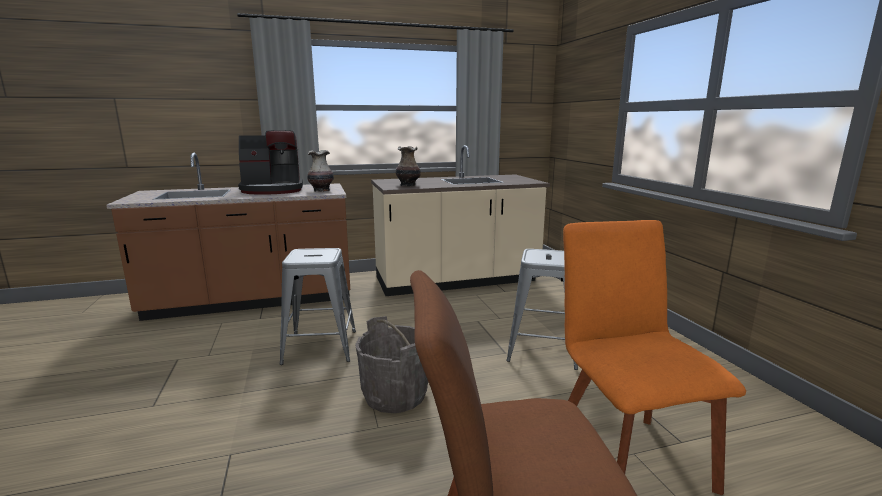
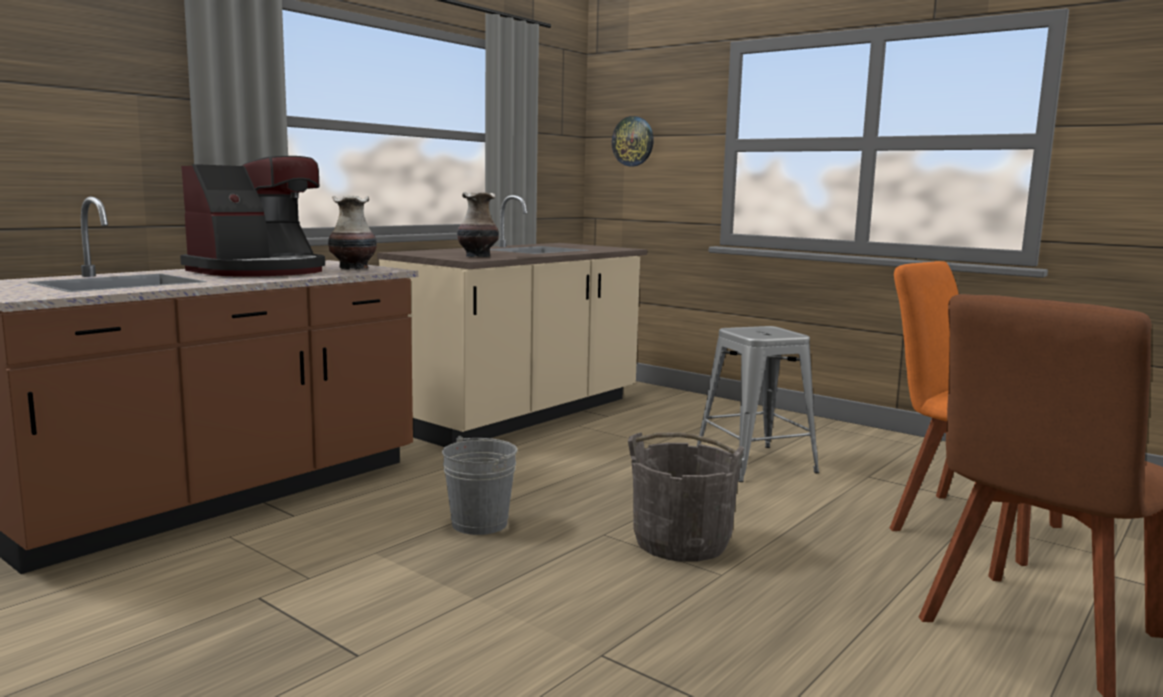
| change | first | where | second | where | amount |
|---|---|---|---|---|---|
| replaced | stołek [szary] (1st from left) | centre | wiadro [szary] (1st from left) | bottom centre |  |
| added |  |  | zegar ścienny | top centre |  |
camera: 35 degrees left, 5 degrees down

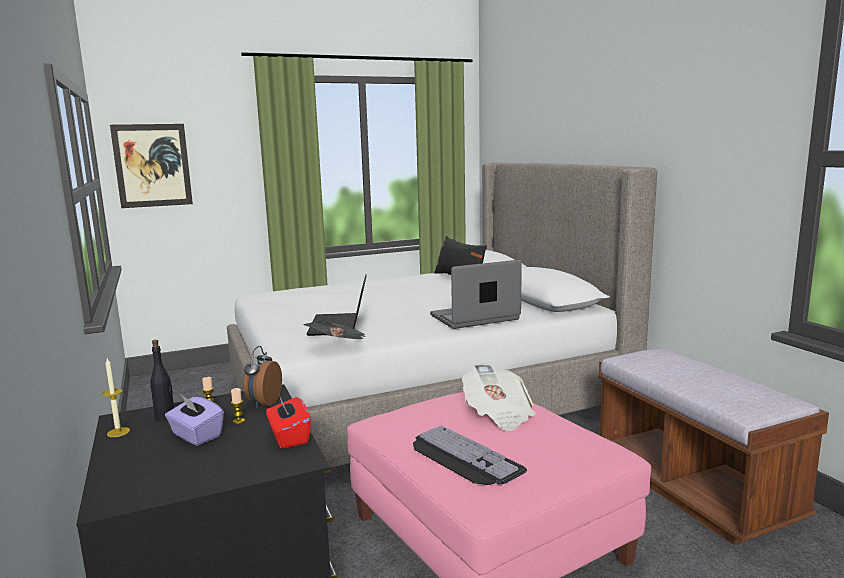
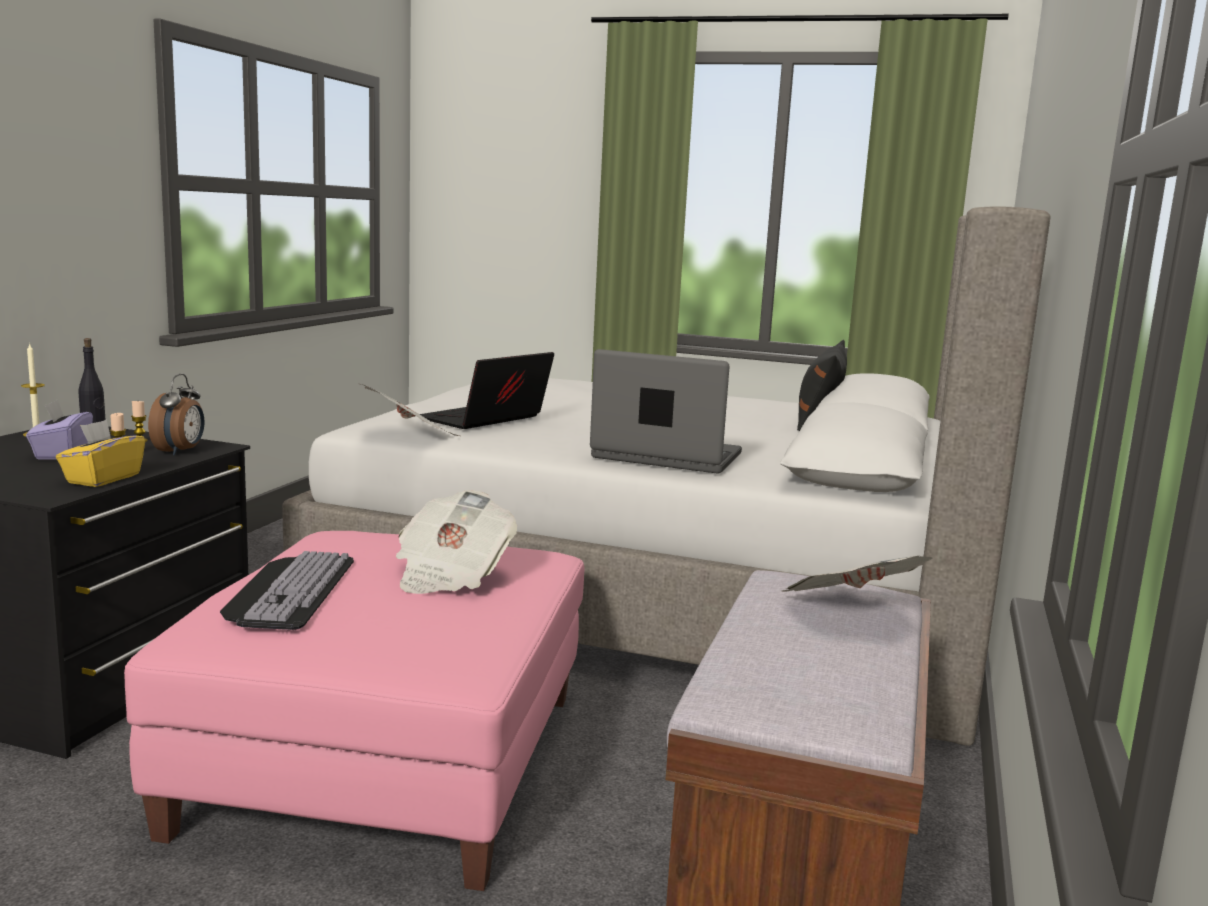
| change | first | where | second | where | amount |
|---|---|---|---|---|---|
| removed | obraz | top left |  |  |  |
| turned | budzik | middle left |  | middle left | 135 degrees clockwise |
| recoloured | pudełko chusteczek [czerwony] | bottom centre | pudełko chusteczek [żółty] | middle left |  |
| added |  |  | gazeta (3rd from left) | middle right |  |
camera: 40 degrees right, 0 degrees up

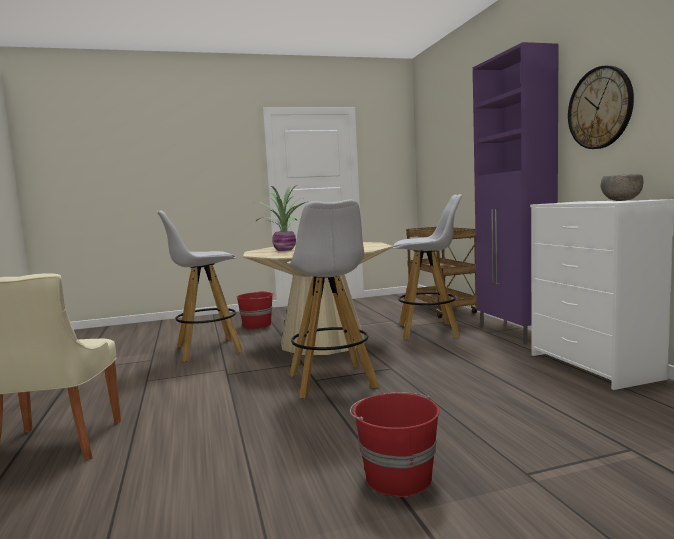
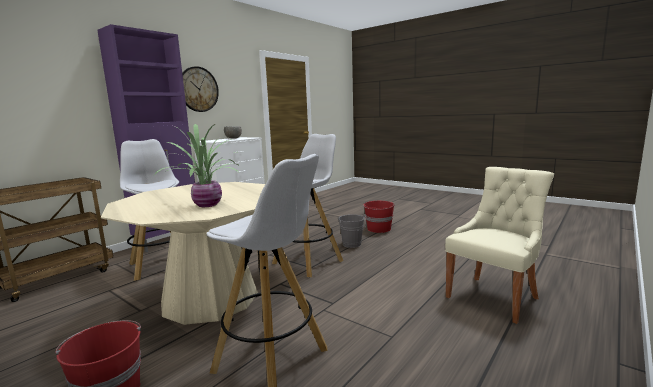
| change | first | where | second | where | amount |
|---|---|---|---|---|---|
| added |  |  | wiadro [szary] | centre |  |
camera: 125 degrees left, 5 degrees up

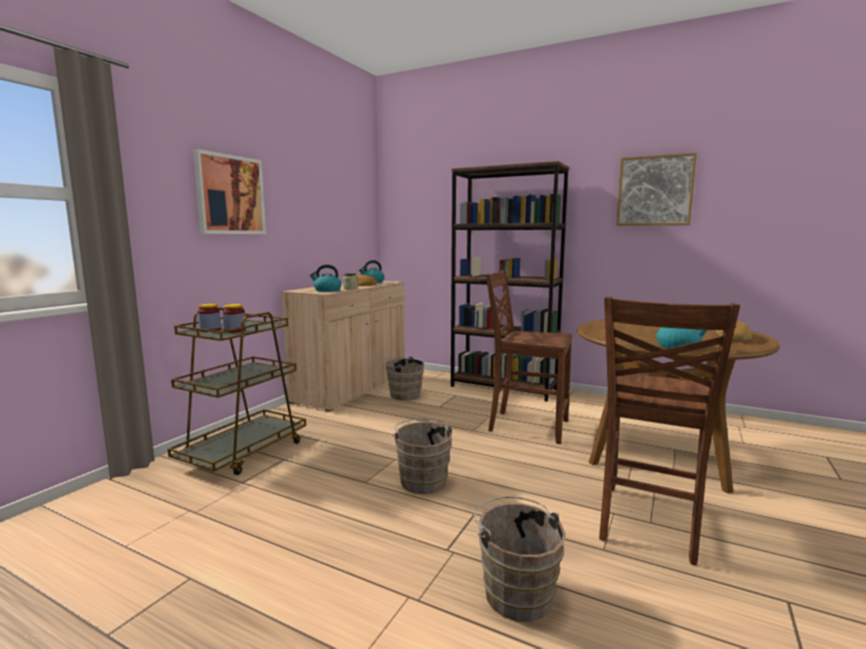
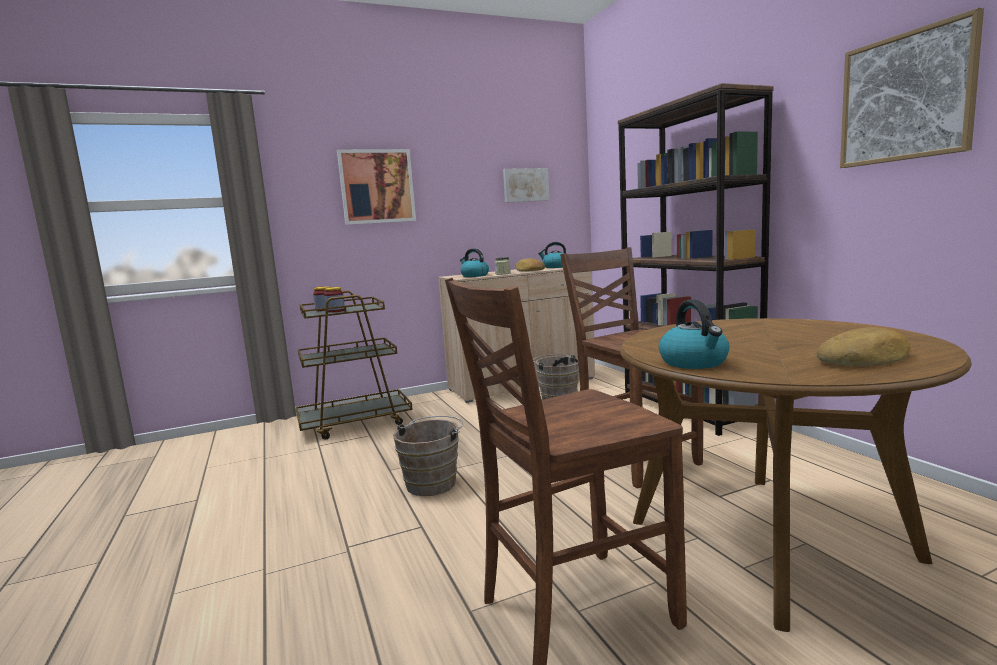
| change | first | where | second | where | amount |
|---|---|---|---|---|---|
| removed | wiadro [brązowy] (3rd from left) | bottom centre |  |  |  |
| added |  |  | obraz (2nd from left) | top centre |  |
camera: 40 degrees right, 0 degrees up

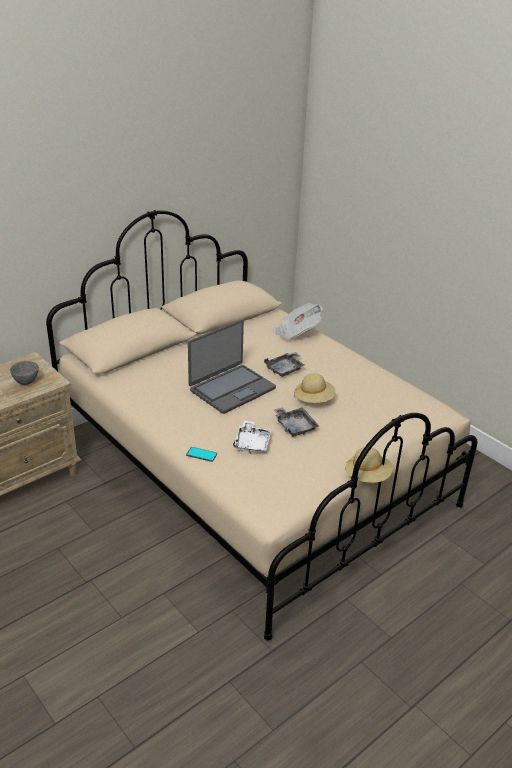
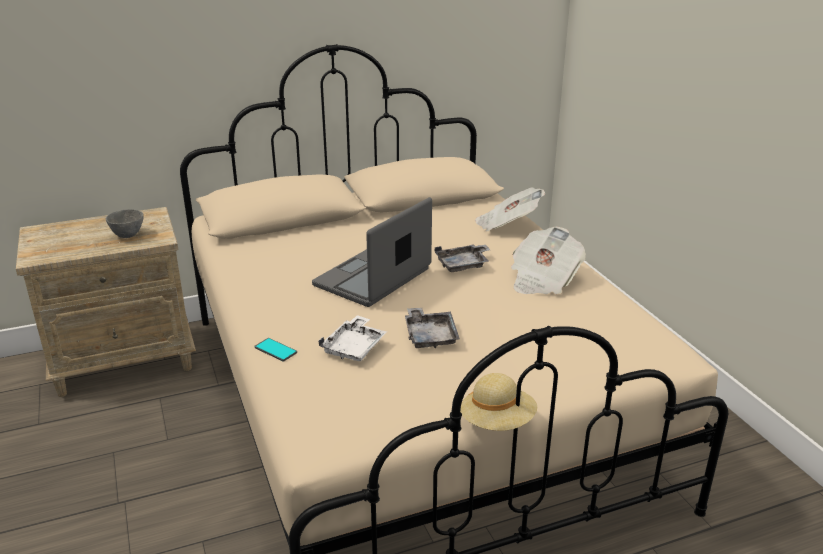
| change | first | where | second | where | amount |
|---|---|---|---|---|---|
| turned | laptop | centre |  | centre | 150 degrees clockwise |
| removed | kapelusz [beżowy] (1st from left) | centre |  |  |  |
| added |  |  | gazeta (2nd from left) | centre |  |
camera: 20 degrees right, 5 degrees down

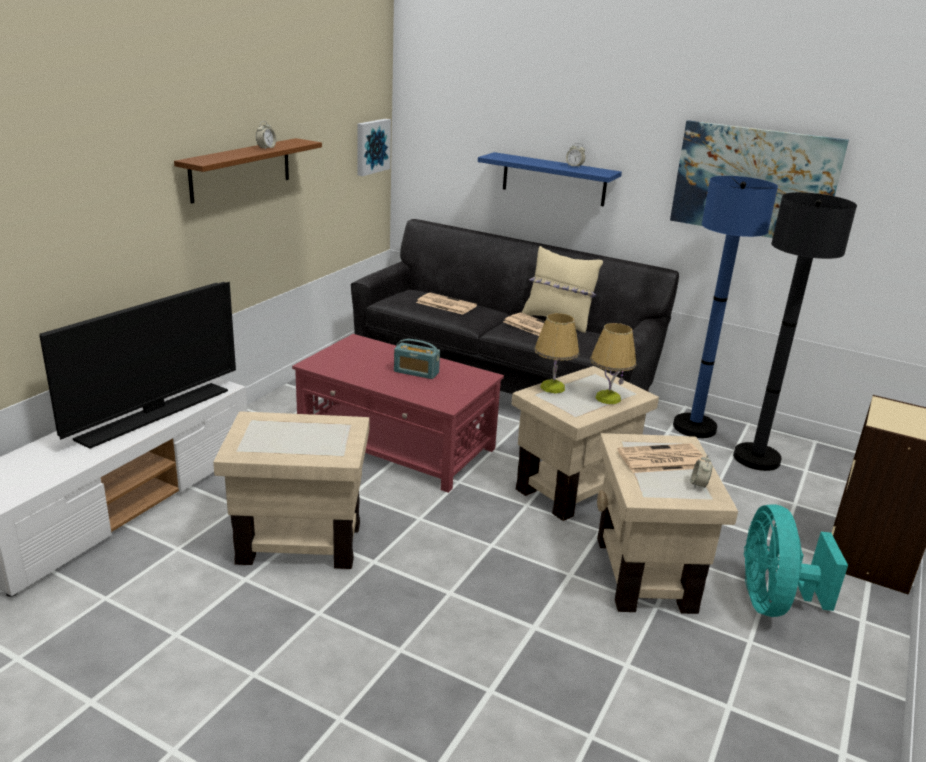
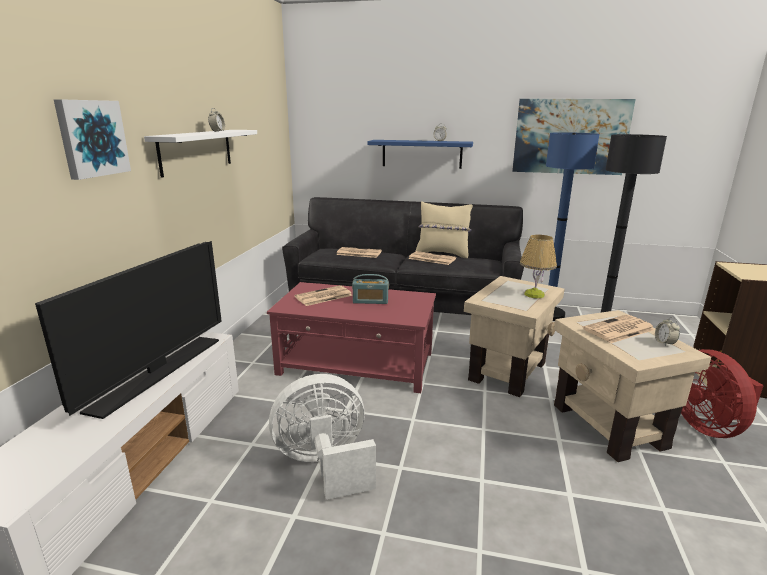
| change | first | where | second | where | amount |
|---|---|---|---|---|---|
| recoloured | półka [brązowy] | top left | półka [biały] | top left |  |
| replaced | stolik [beżowy] (1st from left) | middle left | wentylator [biały] | bottom centre |  |
| moved | obraz (1st from left) | top centre |  | top left |  |
| removed | lampa stołowa (1st from left) | centre |  |  |  |
| recoloured | wentylator [turkusowy] | bottom right | wentylator [czerwony] | bottom right |  |
| added |  |  | gazeta (1st from left) | centre |  |
camera: 15 degrees left, 5 degrees down

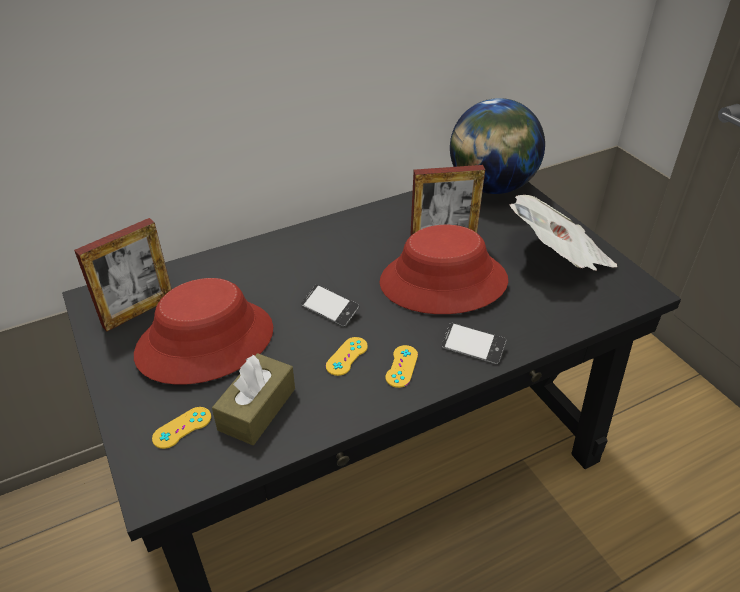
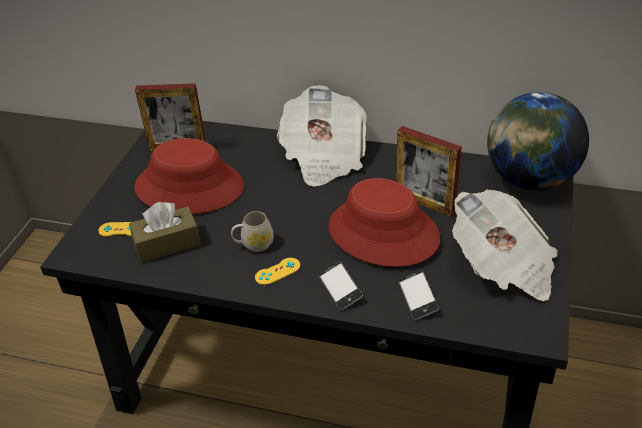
| change | first | where | second | where | amount |
|---|---|---|---|---|---|
| moved | telefon (1st from left in the first image) | centre | telefon (2nd from left) | bottom centre |  |
| replaced | pad do gier [żółty] (2nd from left) | centre | kubek [biały] | centre |  |
| added |  |  | gazeta (1st from left) | top centre |  |
camera: 45 degrees right, 0 degrees up

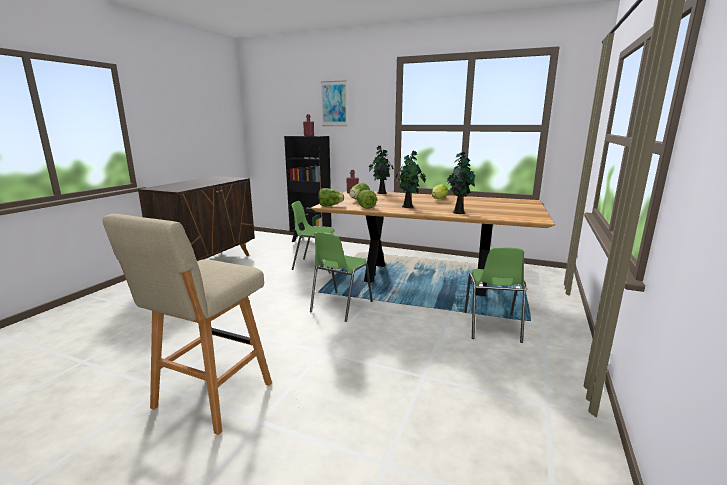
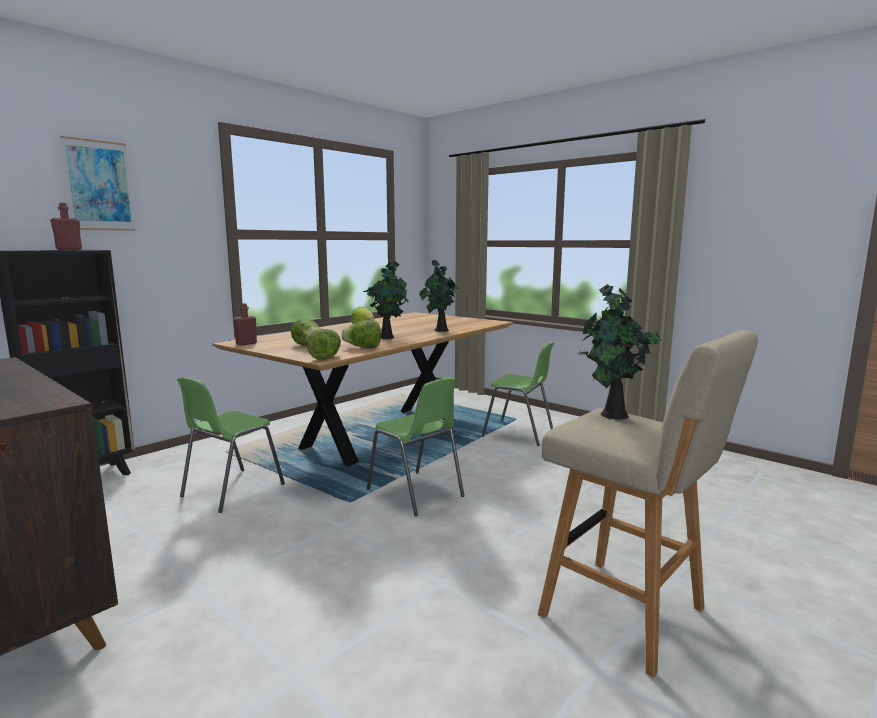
| change | first | where | second | where | amount |
|---|---|---|---|---|---|
| moved | roślina doniczkowa (1st from left in the first image) | centre | roślina doniczkowa (3rd from left) | middle right |  |
camera: 70 degrees left, 5 degrees down

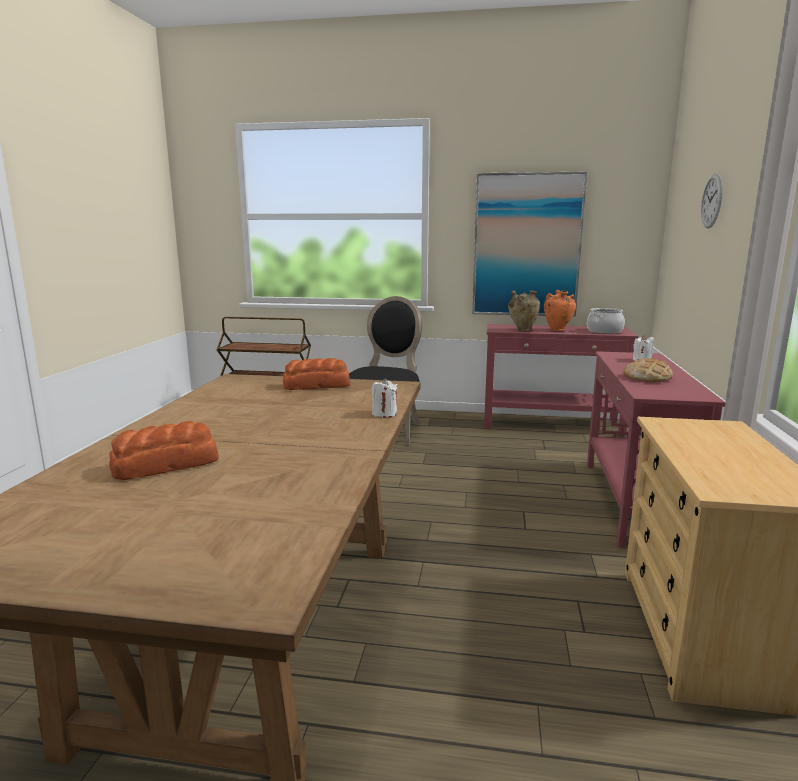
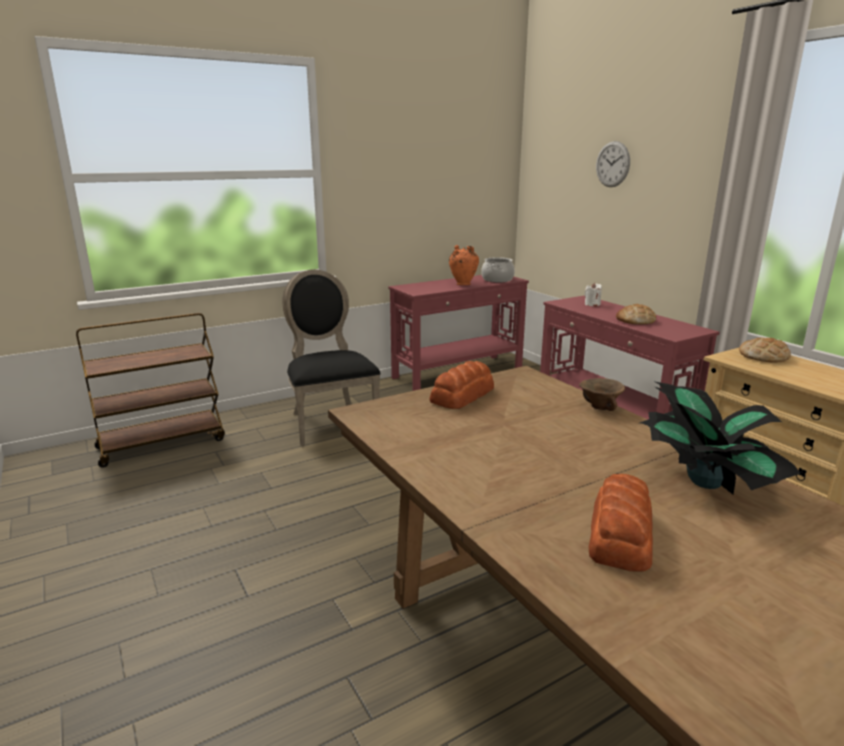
| change | first | where | second | where | amount |
|---|---|---|---|---|---|
| replaced | świeca [biały] (1st from left) | centre | miska [brązowy] | middle right |  |
| removed | obraz | top centre |  |  |  |
| removed | wazon [beżowy] | centre |  |  |  |
| added |  |  | roślina doniczkowa | middle right |  |
| added |  |  | chleb (4th from left) | middle right |  |
camera: 40 degrees left, 5 degrees up

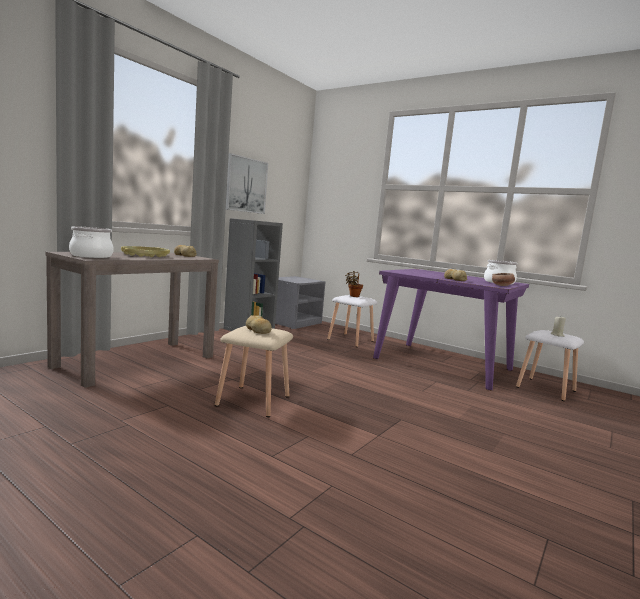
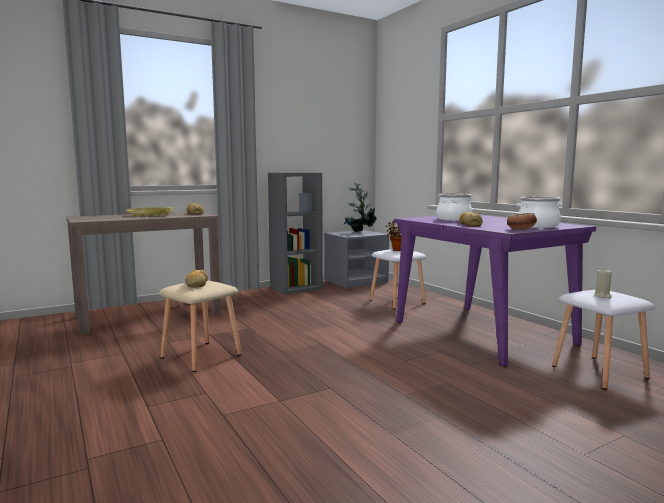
| change | first | where | second | where | amount |
|---|---|---|---|---|---|
| moved | garnek (1st from left) | middle left |  | middle right |  |
| removed | obraz | top centre |  |  |  |
| added |  |  | roślina doniczkowa (1st from left) | centre |  |
camera: 25 degrees right, 0 degrees up

